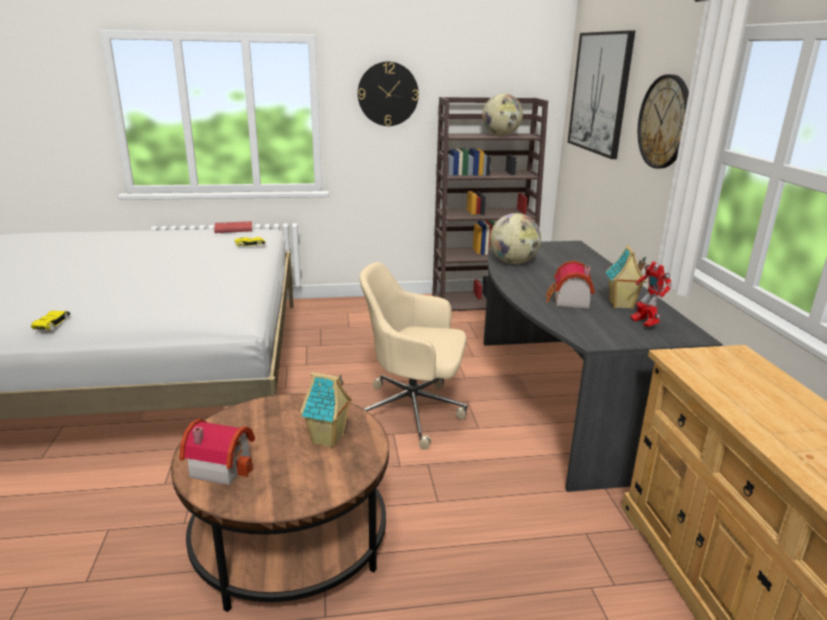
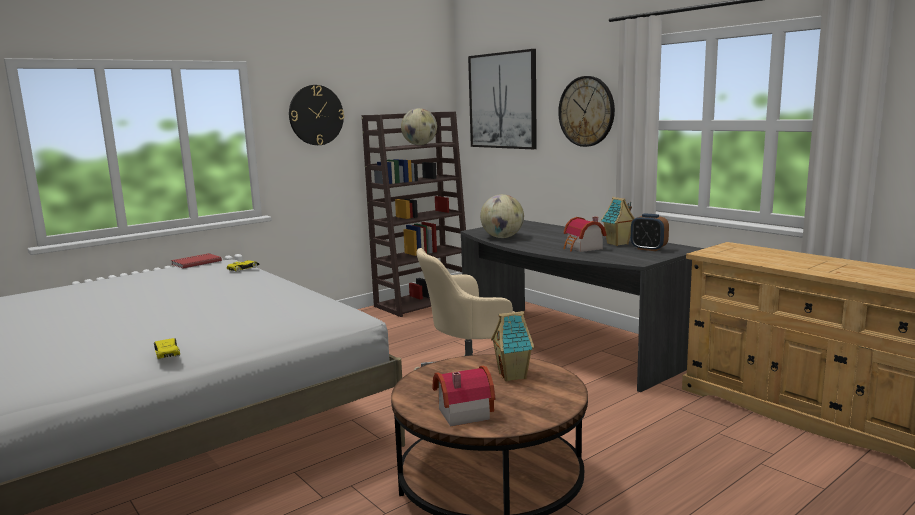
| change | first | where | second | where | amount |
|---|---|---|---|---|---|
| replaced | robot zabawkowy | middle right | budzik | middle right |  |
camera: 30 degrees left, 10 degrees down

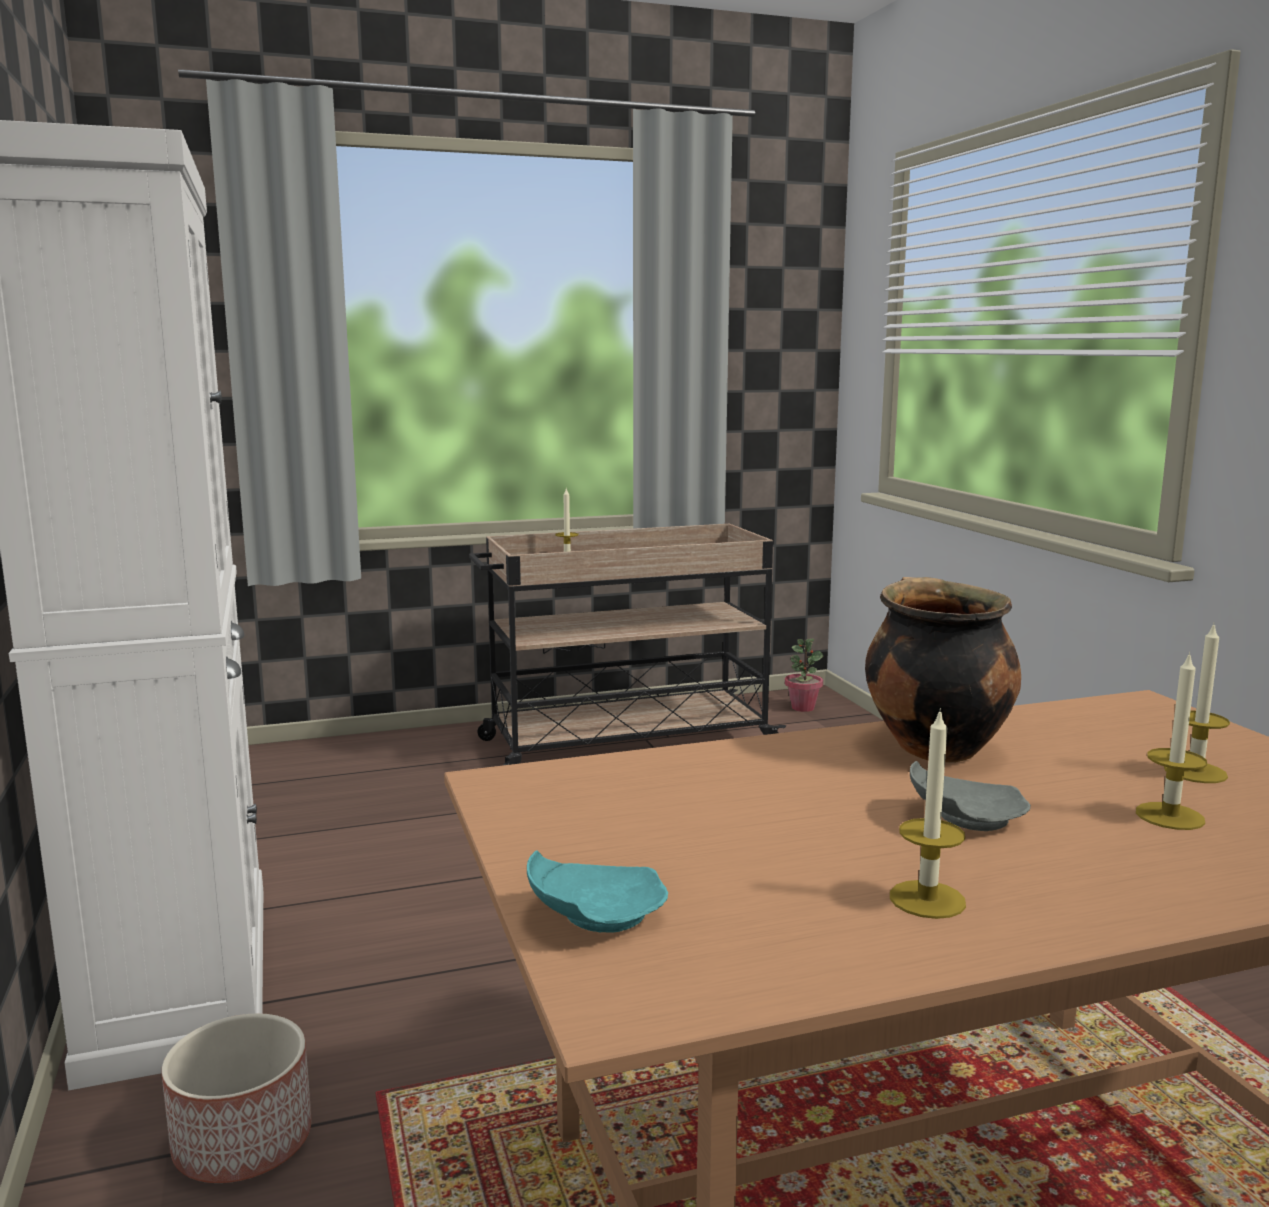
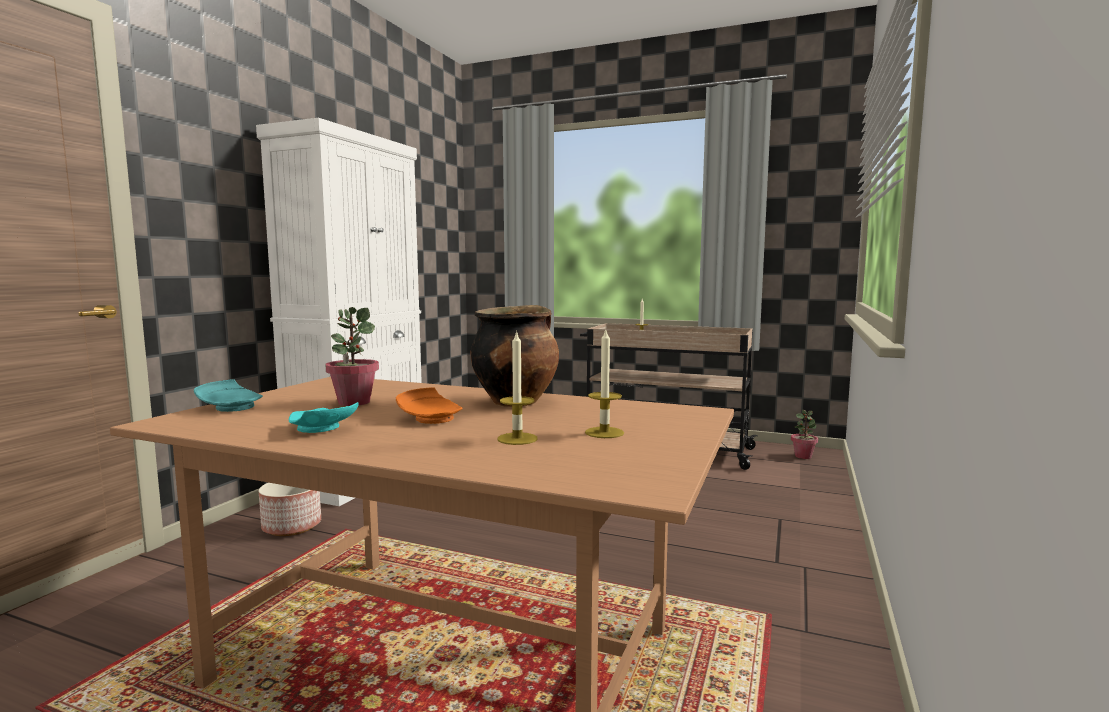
| change | first | where | second | where | amount |
|---|---|---|---|---|---|
| replaced | świeca (2nd from left) | bottom right | talerz [turkusowy] (2nd from left) | middle left |  |
| recoloured | talerz [szary] | middle right | talerz [pomarańczowy] | centre |  |
| added |  |  | roślina doniczkowa (1st from left) | middle left |  |
camera: 40 degrees right, 5 degrees down

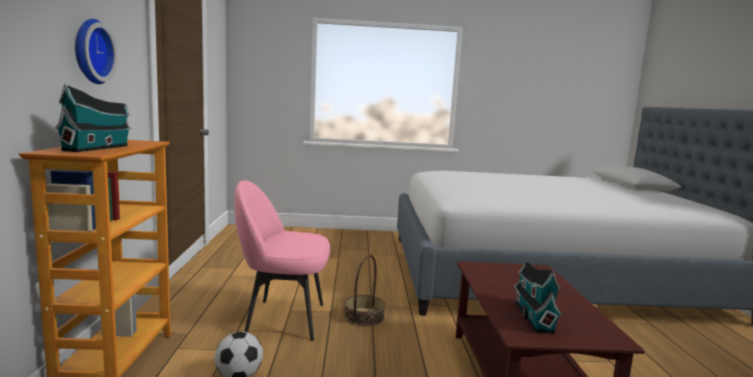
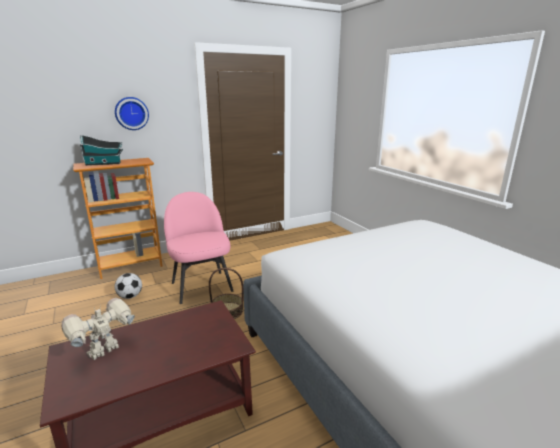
| change | first | where | second | where | amount |
|---|---|---|---|---|---|
| replaced | domek (2nd from left) | bottom right | robot zabawkowy | bottom left |  |
camera: 65 degrees right, 10 degrees up

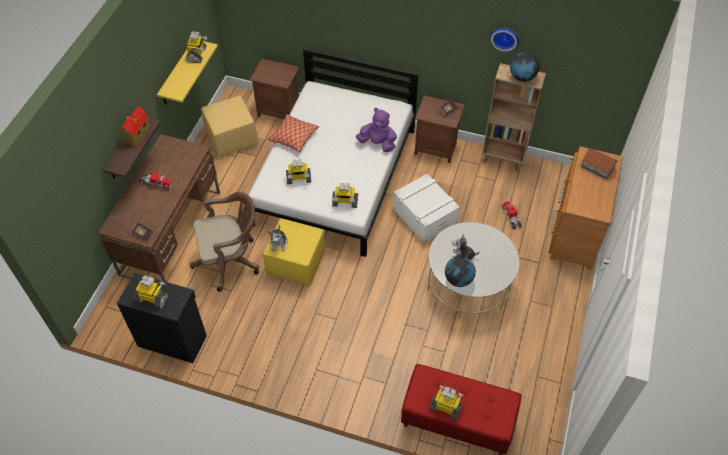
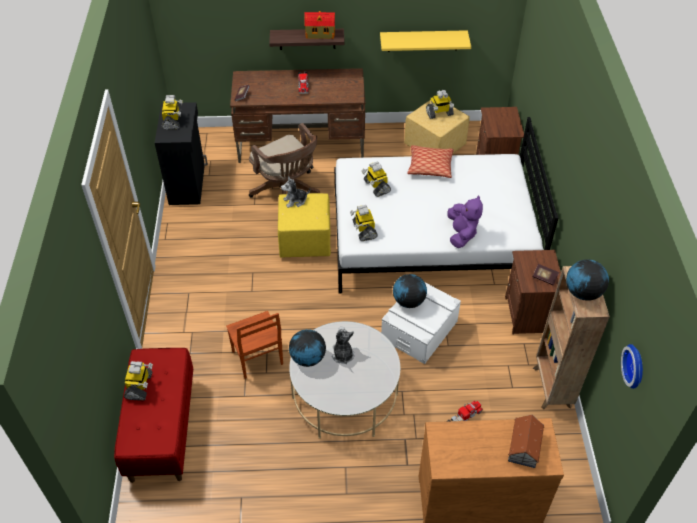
| change | first | where | second | where | amount |
|---|---|---|---|---|---|
| moved | robot zabawkowy (2nd from left in the first image) | top left | robot zabawkowy (5th from left) | top centre |  |
| moved | zegar ścienny | top right |  | bottom right |  |
| added |  |  | krzesło [brązowy] | centre |  |
| added |  |  | globus (2nd from left) | centre |  |
camera: 70 degrees right, 5 degrees down

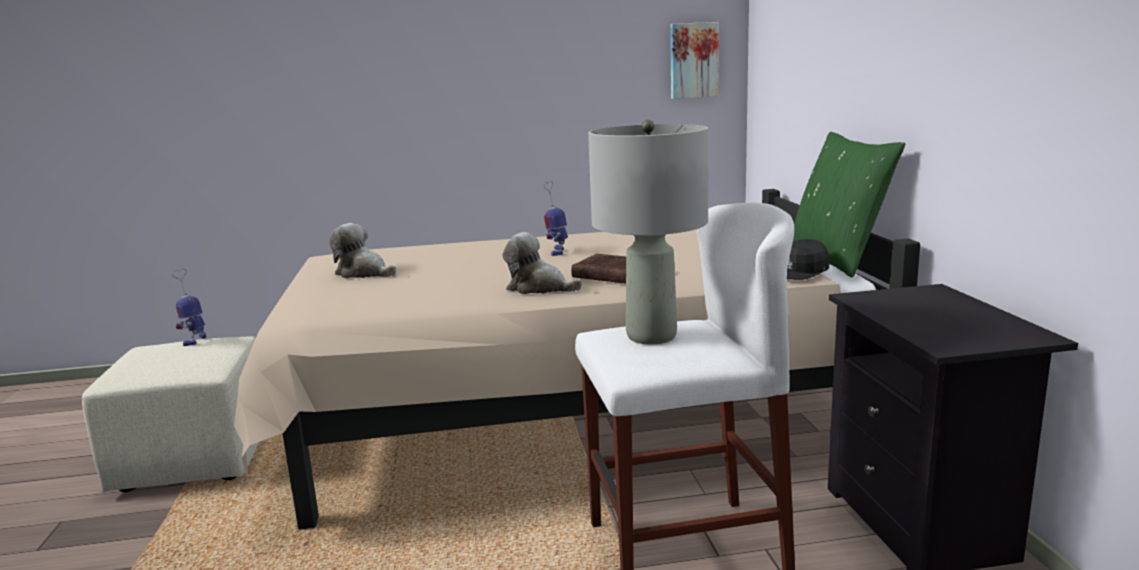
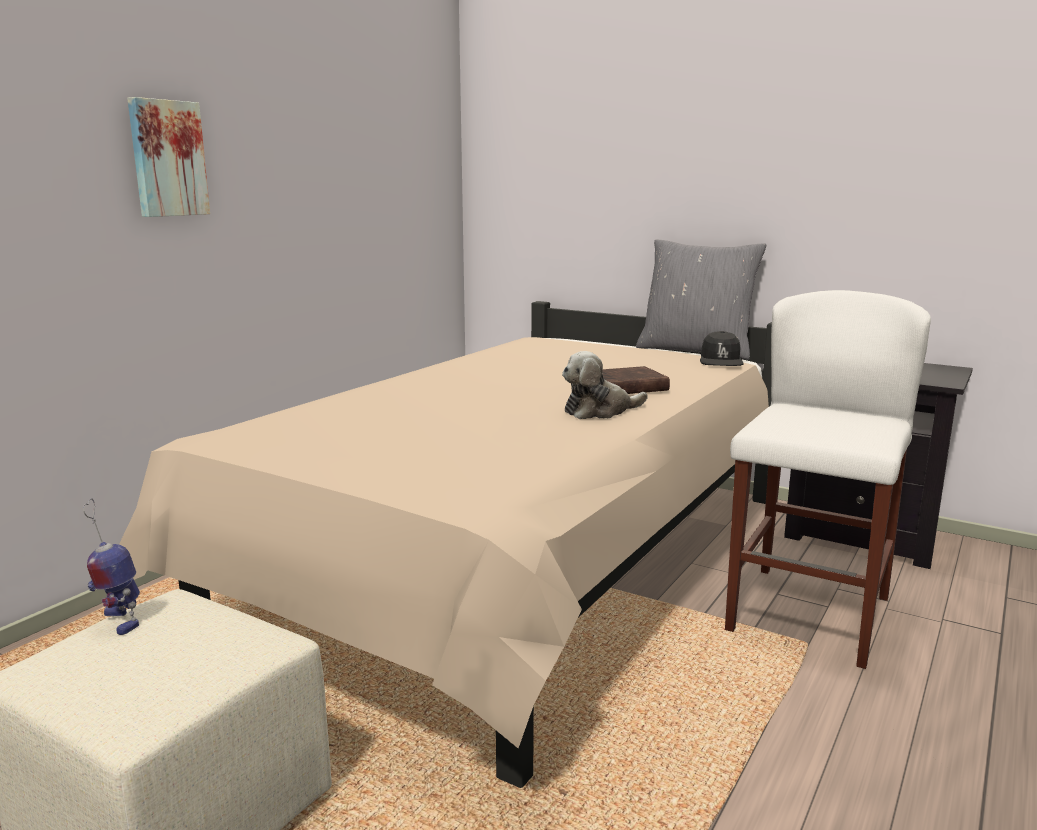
| change | first | where | second | where | amount |
|---|---|---|---|---|---|
| removed | pluszak (1st from left) | middle left |  |  |  |
| removed | robot zabawkowy (2nd from left) | centre |  |  |  |
| removed | lampa stołowa [szary] | centre |  |  |  |
| moved | obraz | top centre |  | top left |  |
| recoloured | poduszka [zielony] | middle right | poduszka [szary] | middle right |  |
camera: 50 degrees left, 0 degrees up

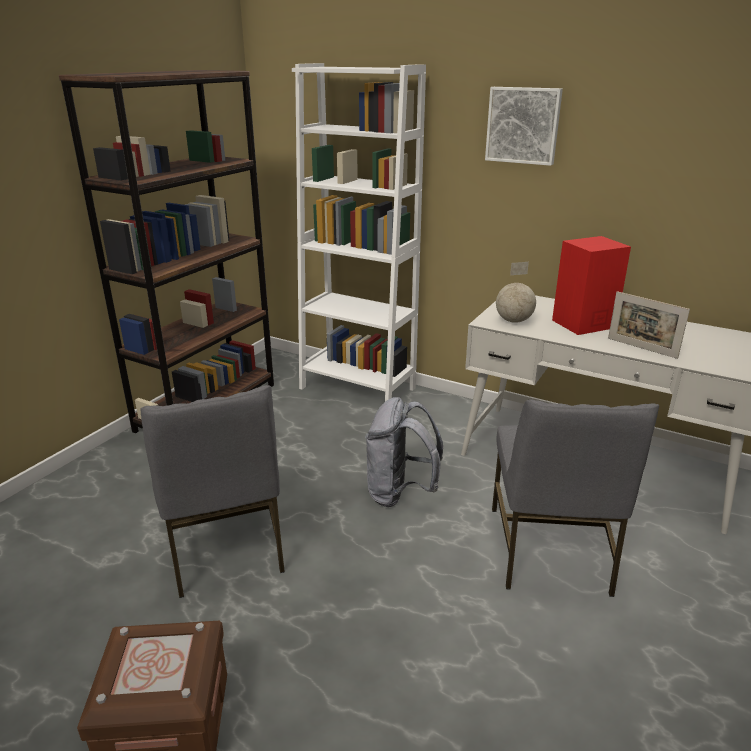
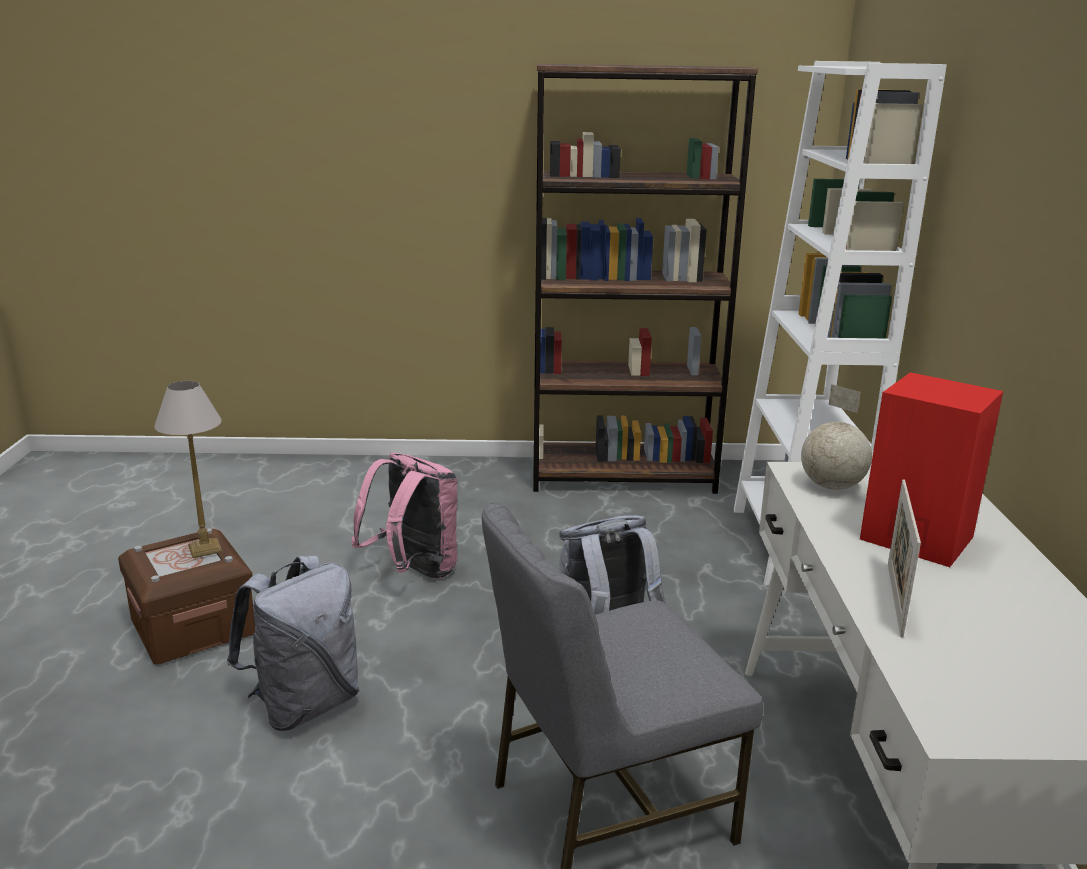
| change | first | where | second | where | amount |
|---|---|---|---|---|---|
| replaced | krzesło [szary] (1st from left) | middle left | plecak [różowy] | centre |  |
| removed | obraz | top right |  |  |  |
| added |  |  | lampa stołowa | middle left |  |
| added |  |  | plecak [szary] (1st from left) | bottom left |  |
camera: 60 degrees right, 5 degrees down

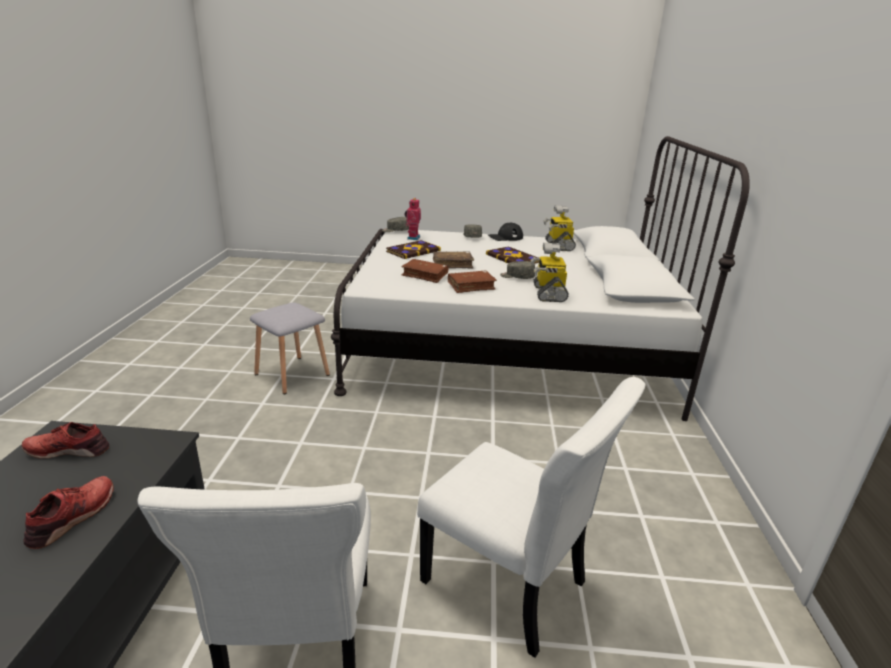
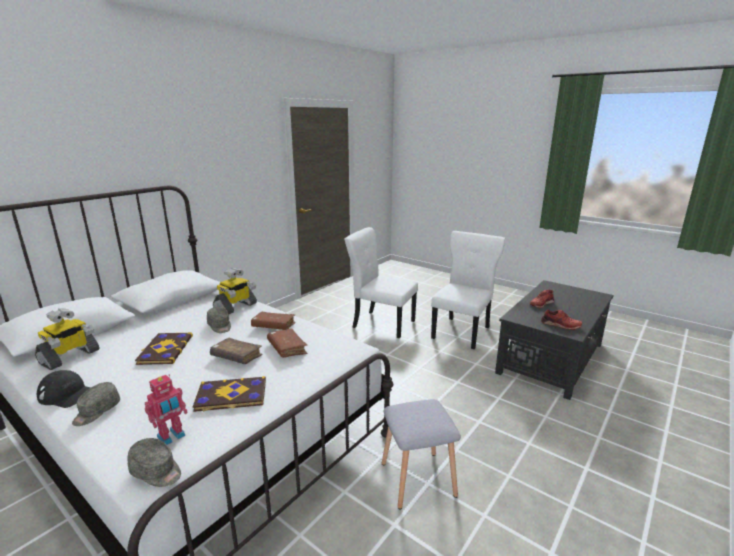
| change | first | where | second | where | amount |
|---|---|---|---|---|---|
| turned | krzesło [biały] (2nd from left in the first image) | bottom centre | krzesło [biały] (1st from left) | centre | 45 degrees counterclockwise |
camera: 145 degrees left, 5 degrees down

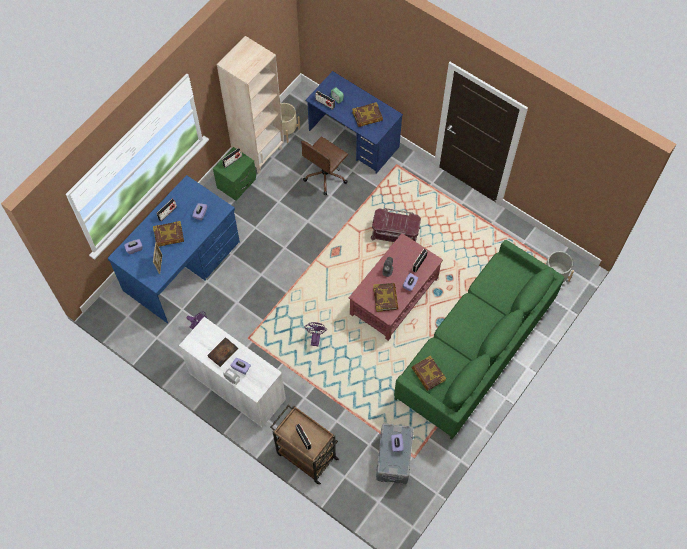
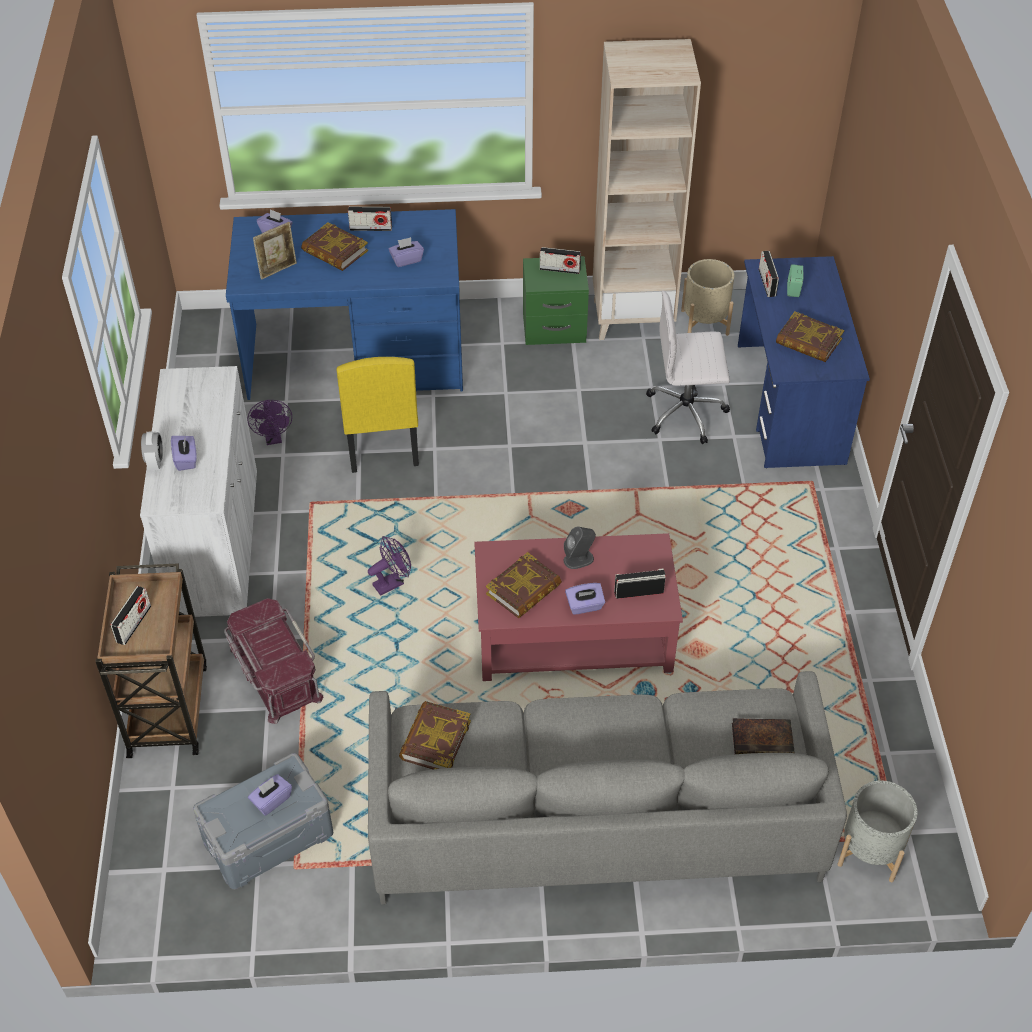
| change | first | where | second | where | amount |
|---|---|---|---|---|---|
| moved | książka (2nd from left in the first image) | middle left | książka (4th from left) | bottom right |  |
| recoloured | krzesło biurowe [brązowy] | top centre | krzesło biurowe [biały] | middle right |  |
| moved | pojemnik do przechowywania [czerwony] | centre |  | middle left |  |
| recoloured | kanapa [zielony] | middle right | kanapa [szary] | bottom centre |  |
| added |  |  | krzesło [żółty] | centre |  |
camera: 50 degrees right, 15 degrees down

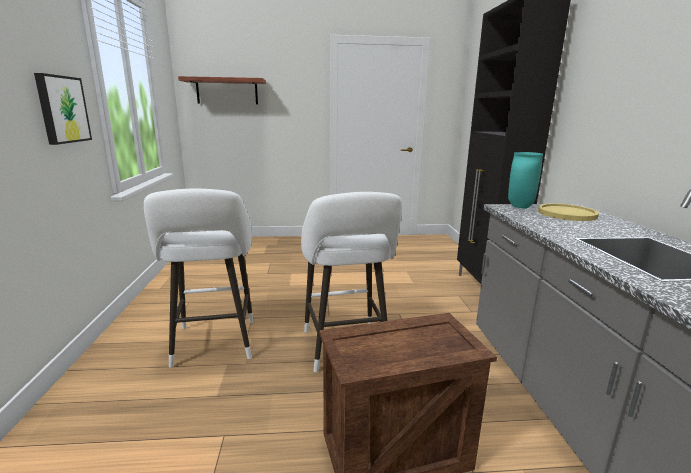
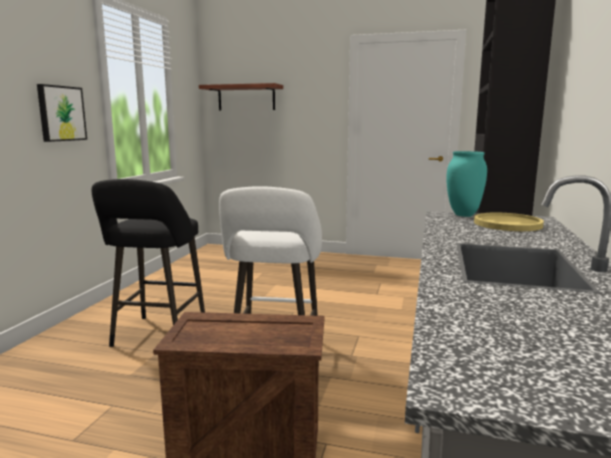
| change | first | where | second | where | amount |
|---|---|---|---|---|---|
| recoloured | stołek [biały] (1st from left) | middle left | stołek [czarny] | middle left |  |
camera: 20 degrees right, 5 degrees down

